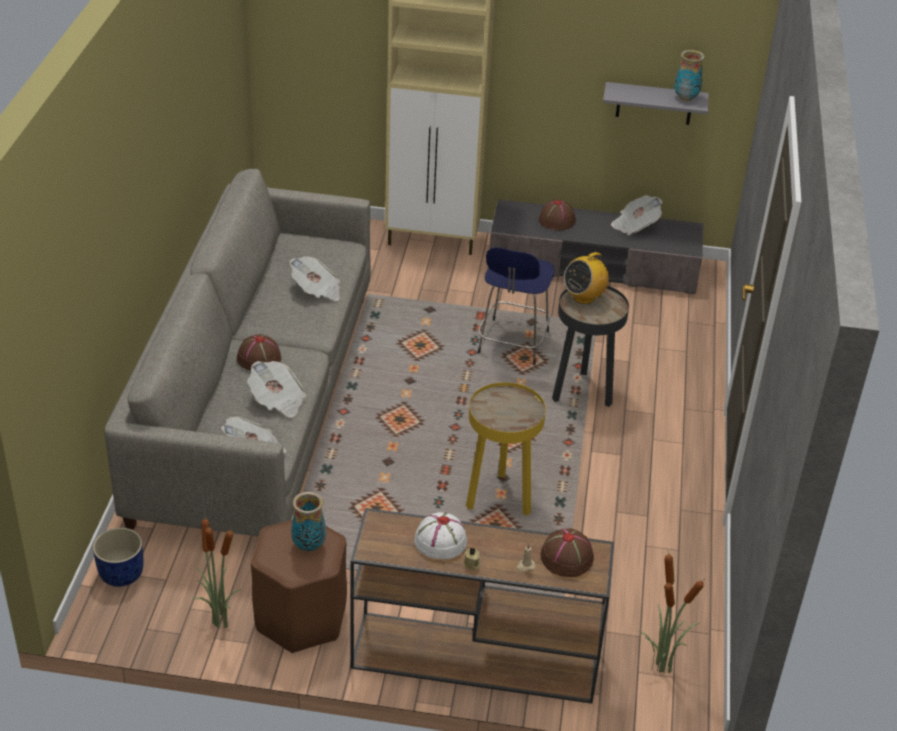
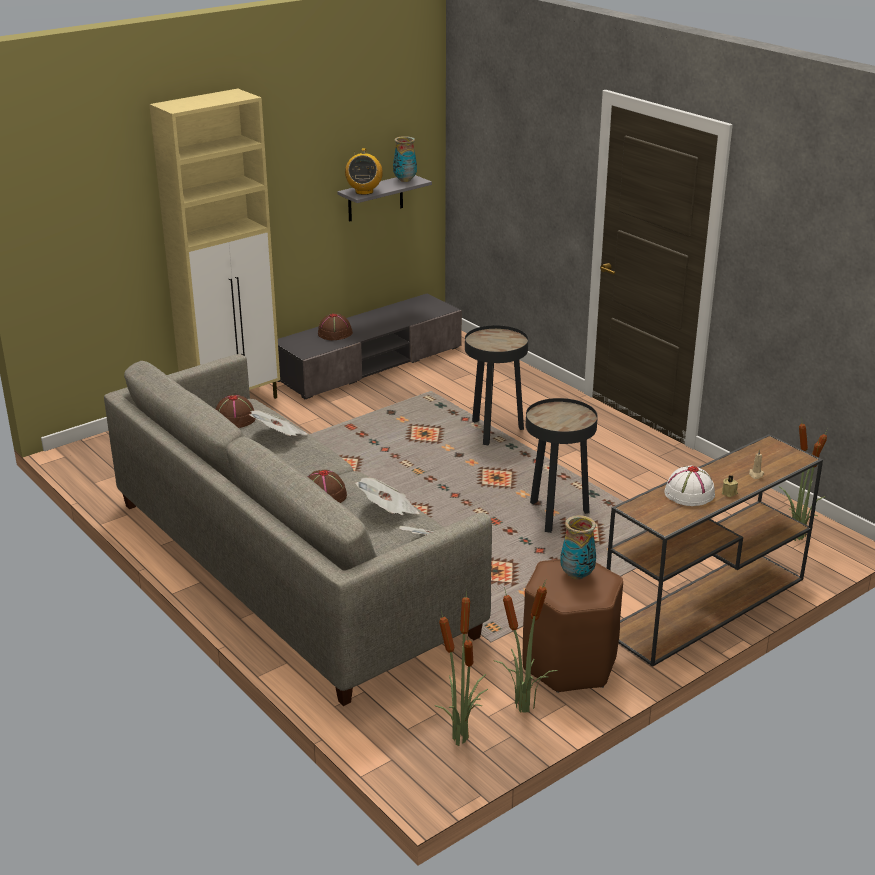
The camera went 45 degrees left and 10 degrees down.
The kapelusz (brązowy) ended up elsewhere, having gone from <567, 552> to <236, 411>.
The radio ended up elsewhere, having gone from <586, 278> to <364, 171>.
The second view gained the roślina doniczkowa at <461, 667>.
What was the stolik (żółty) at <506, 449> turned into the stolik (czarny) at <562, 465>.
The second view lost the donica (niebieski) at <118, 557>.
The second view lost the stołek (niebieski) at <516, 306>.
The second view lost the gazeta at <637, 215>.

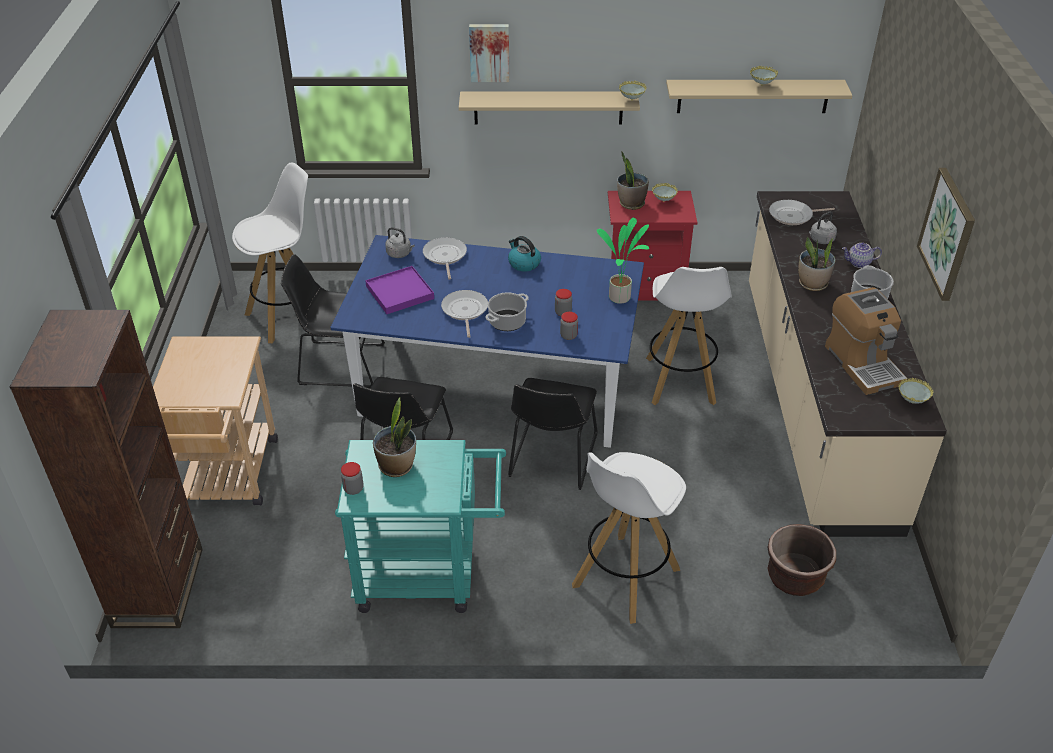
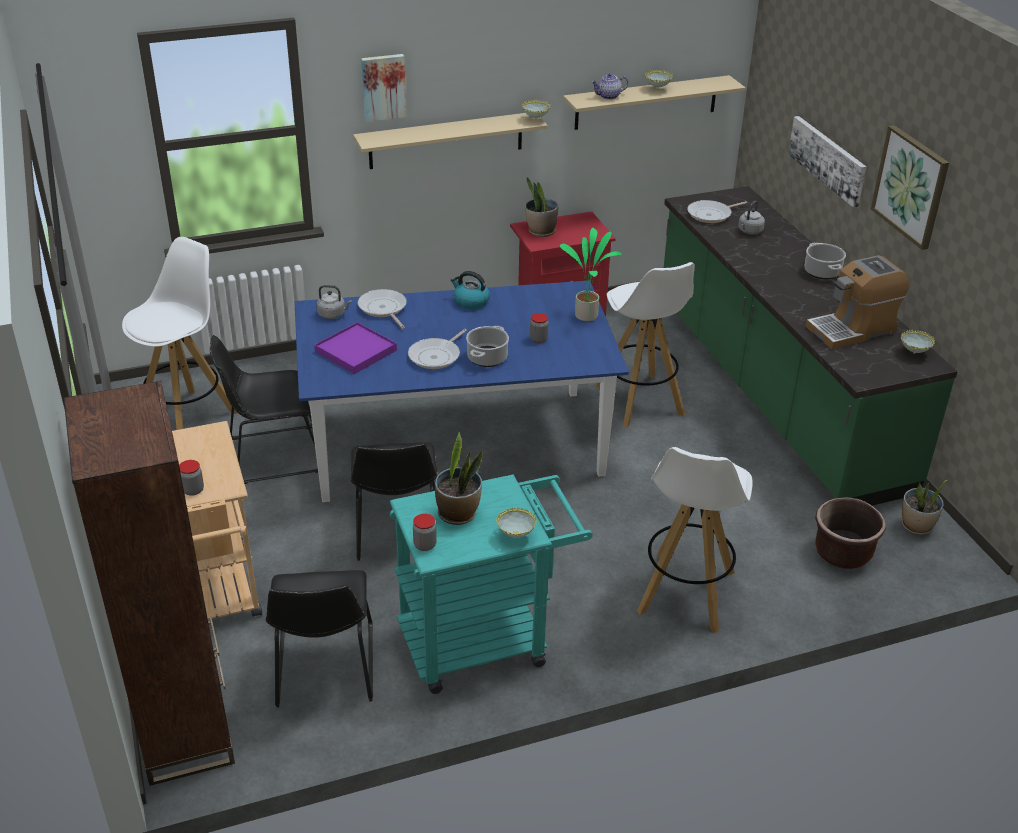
The camera went 20 degrees left and 5 degrees down.
The słoik ended up elsewhere, having gone from <569, 326> to <191, 478>.
The krzesło (czarny) ended up elsewhere, having gone from <553, 434> to <319, 638>.
The patelnia at <464, 314> ended up facing another way, 120 degrees counterclockwise from before.
The miska ended up elsewhere, having gone from <665, 192> to <516, 522>.
The imbryk ended up elsewhere, having gone from <862, 255> to <609, 86>.
What was the zabudowa kuchenna (beżowy) at <848, 364> turned into the zabudowa kuchenna (zielony) at <811, 345>.
The second view gained the obraz at <827, 162>.
The ekspres do kawy at <866, 341> ended up facing another way, 105 degrees clockwise from before.
The roślina doniczkowa ended up elsewhere, having gone from <816, 264> to <925, 507>.

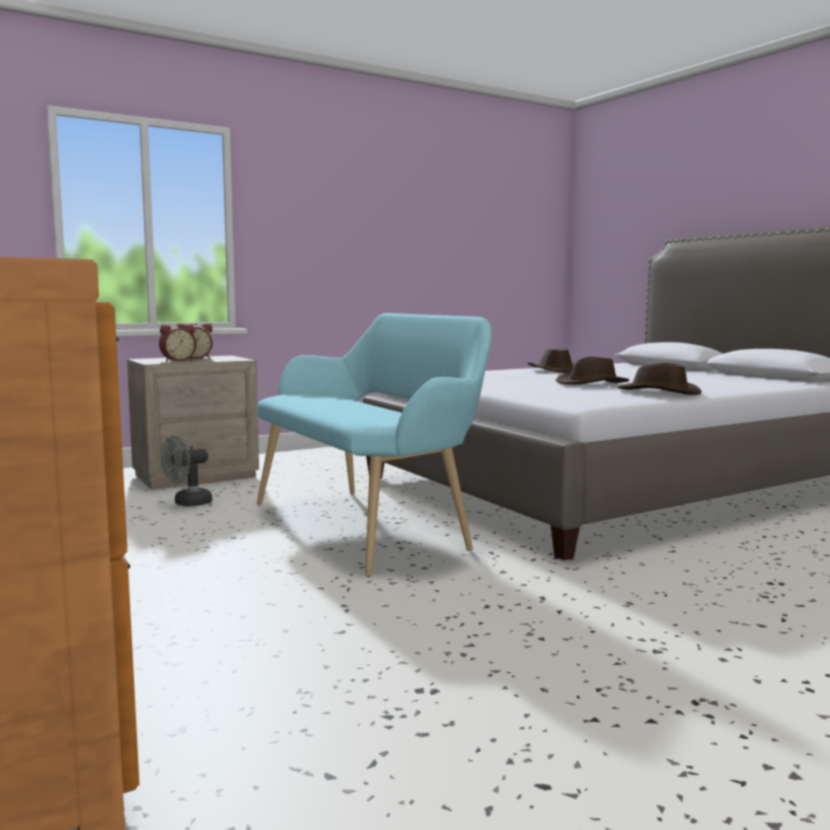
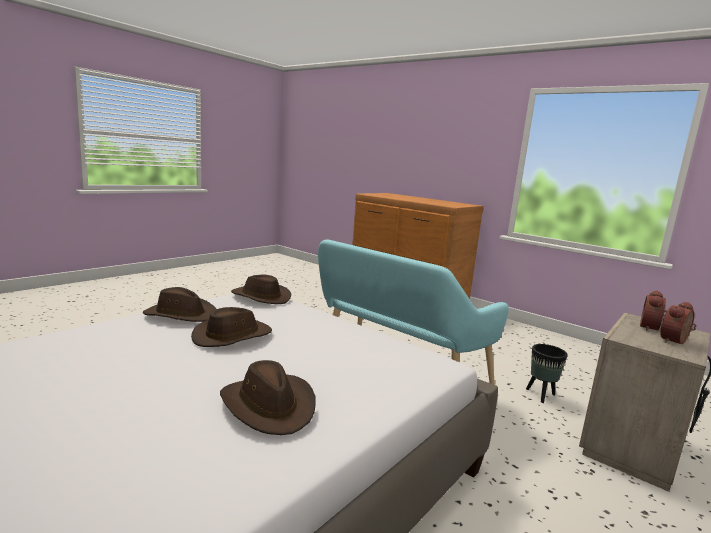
The camera went 160 degrees right and 5 degrees up.
The second view gained the kapelusz (brązowy) at <261, 289>.
Where the wentylator (szary) stood at <186, 471>, the donica (czarny) came to stand at <547, 373>.

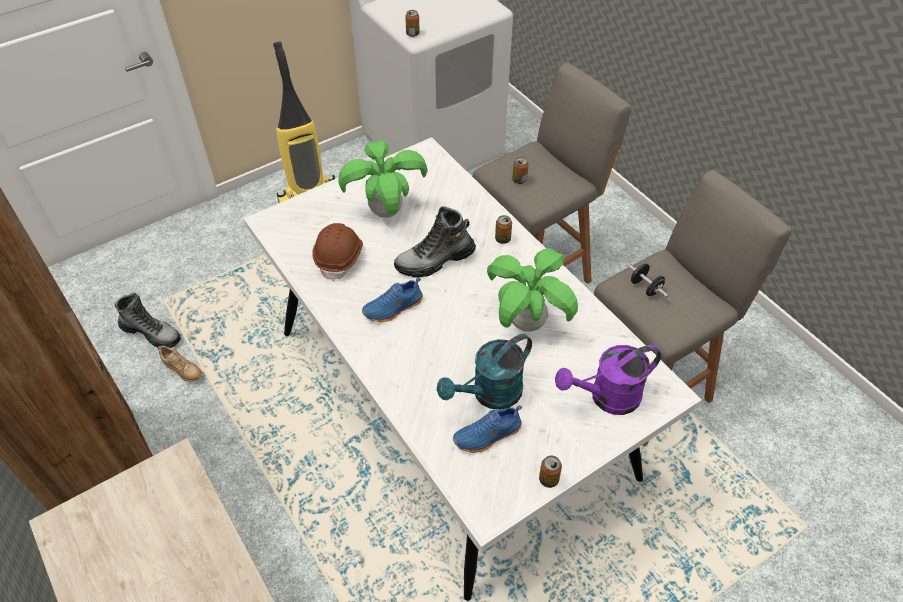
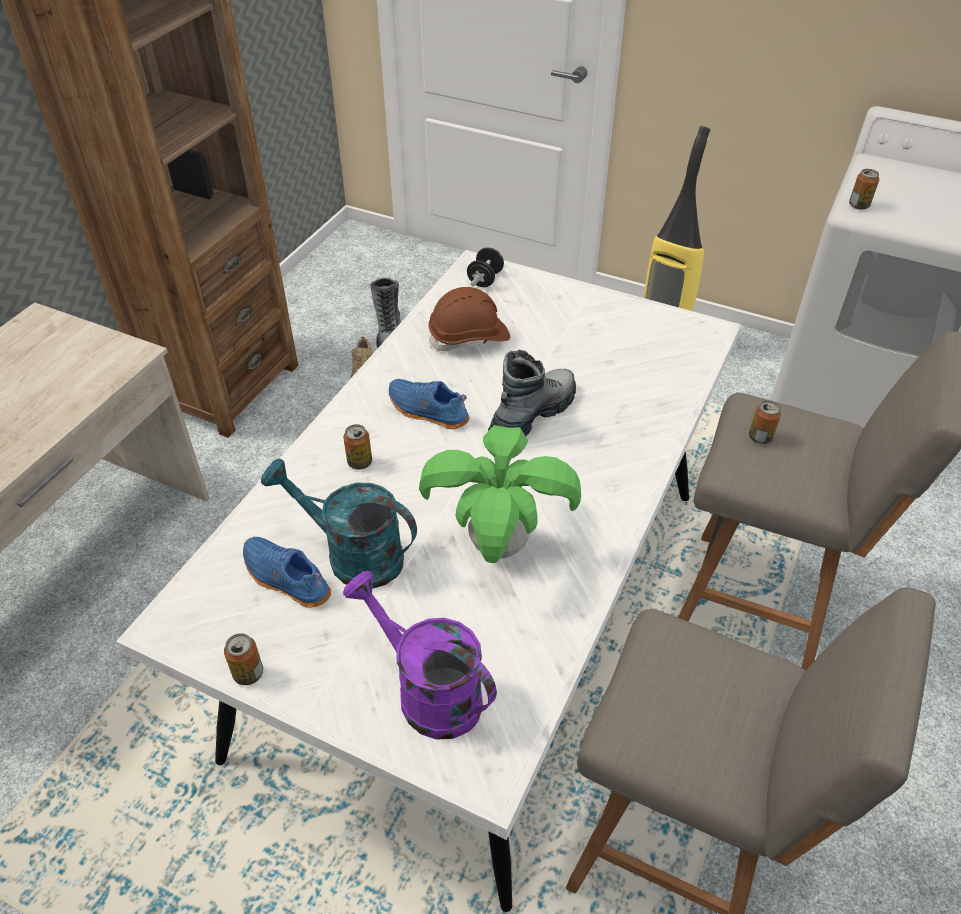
The camera went 60 degrees right and 5 degrees down.
The puszka ended up elsewhere, having gone from <503, 229> to <357, 447>.
The hantel (czarny) ended up elsewhere, having gone from <648, 280> to <485, 267>.
The but z cholewką at <435, 242> ended up facing another way, 90 degrees clockwise from before.
The second view lost the roślina doniczkowa at <383, 179>.

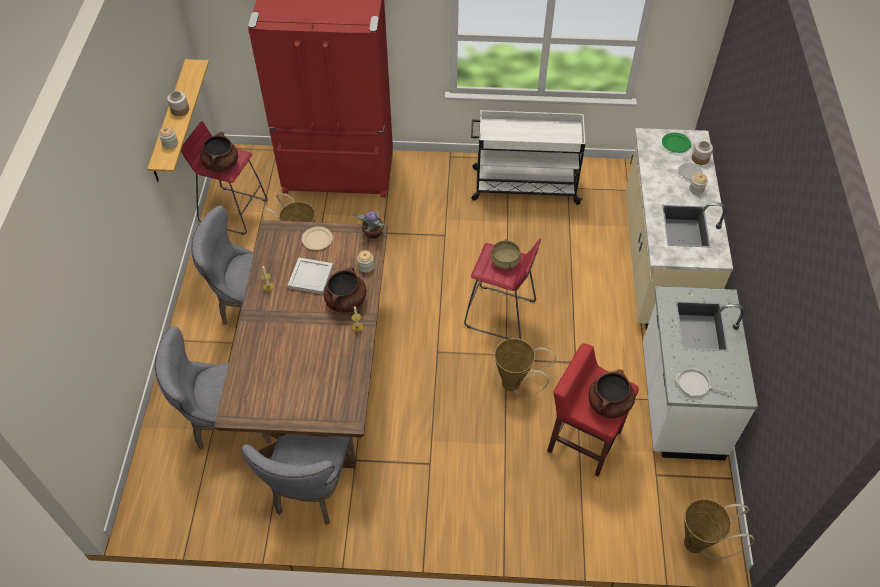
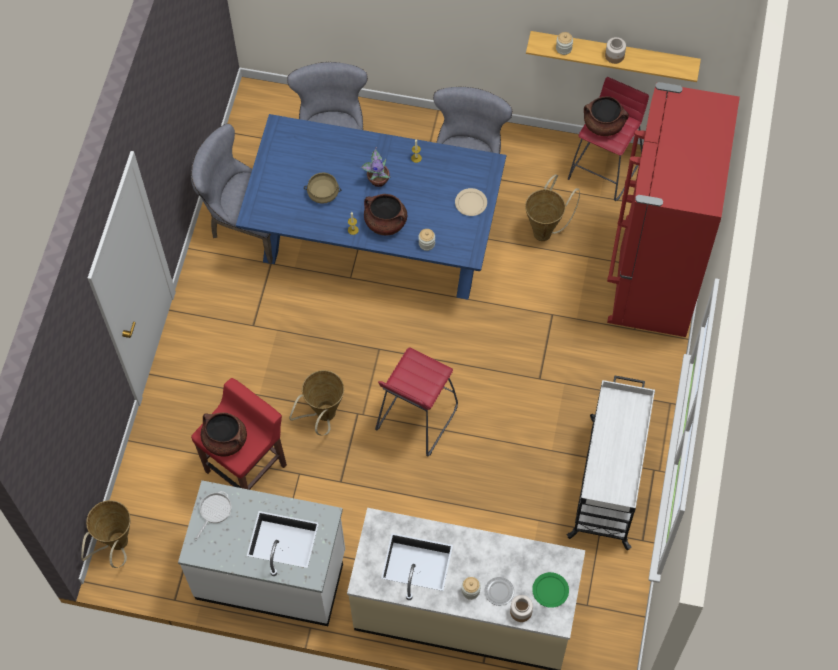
The camera went 100 degrees right and 10 degrees up.
What was the stół jadalny (brązowy) at <301, 344> turned into the stół jadalny (niebieski) at <371, 207>.
The garnek (beżowy) ended up elsewhere, having gone from <505, 254> to <322, 188>.
The roślina doniczkowa ended up elsewhere, having gone from <369, 224> to <375, 167>.
The second view lost the taca (biały) at <310, 275>.

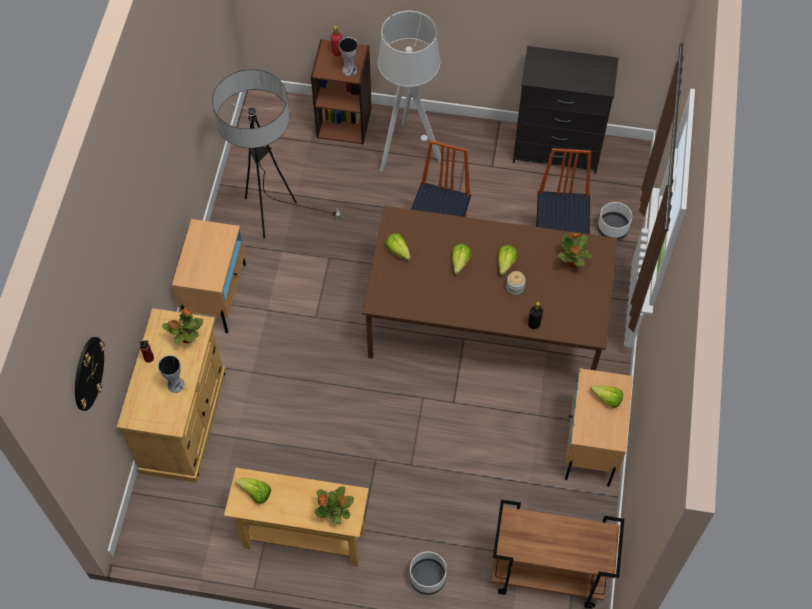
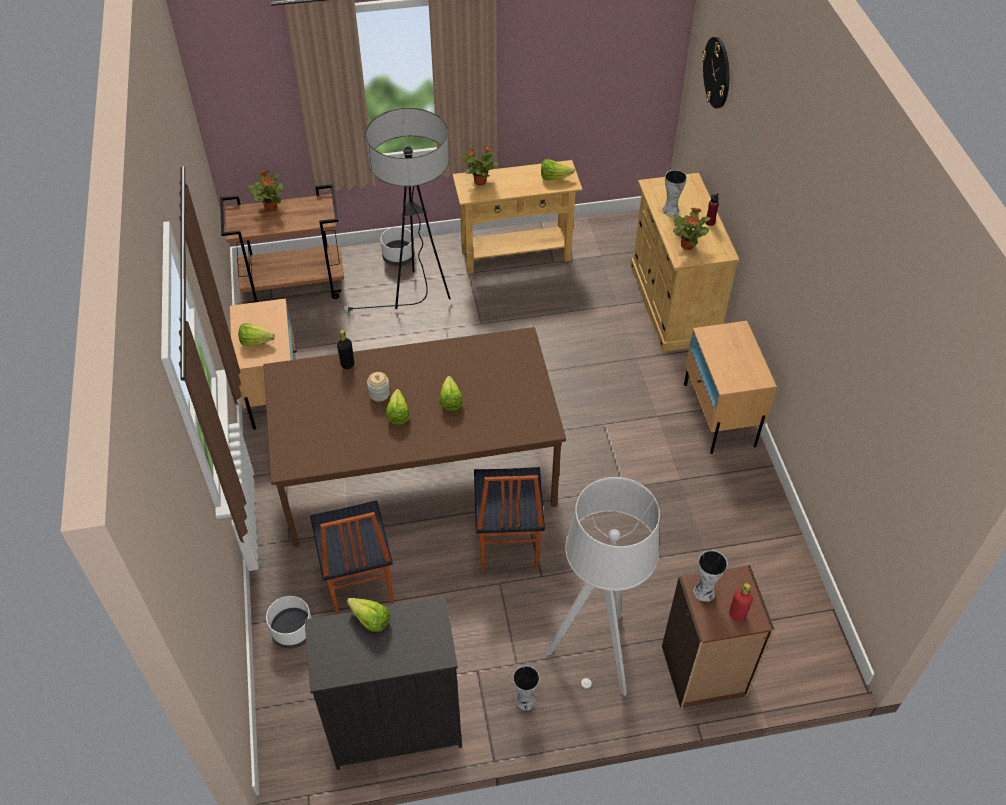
The camera went 160 degrees right and 10 degrees down.
The roślina doniczkowa ended up elsewhere, having gone from <575, 249> to <265, 190>.
The lampa stojąca ended up elsewhere, having gone from <277, 153> to <396, 212>.
The sałata ended up elsewhere, having gone from <398, 247> to <368, 615>.
The second view gained the wazon at <526, 688>.

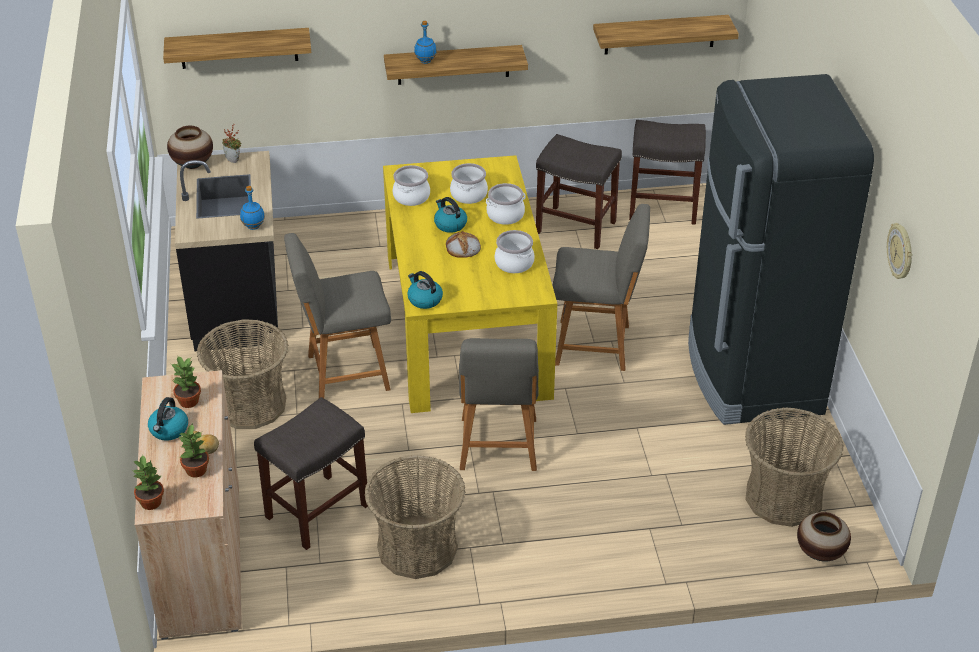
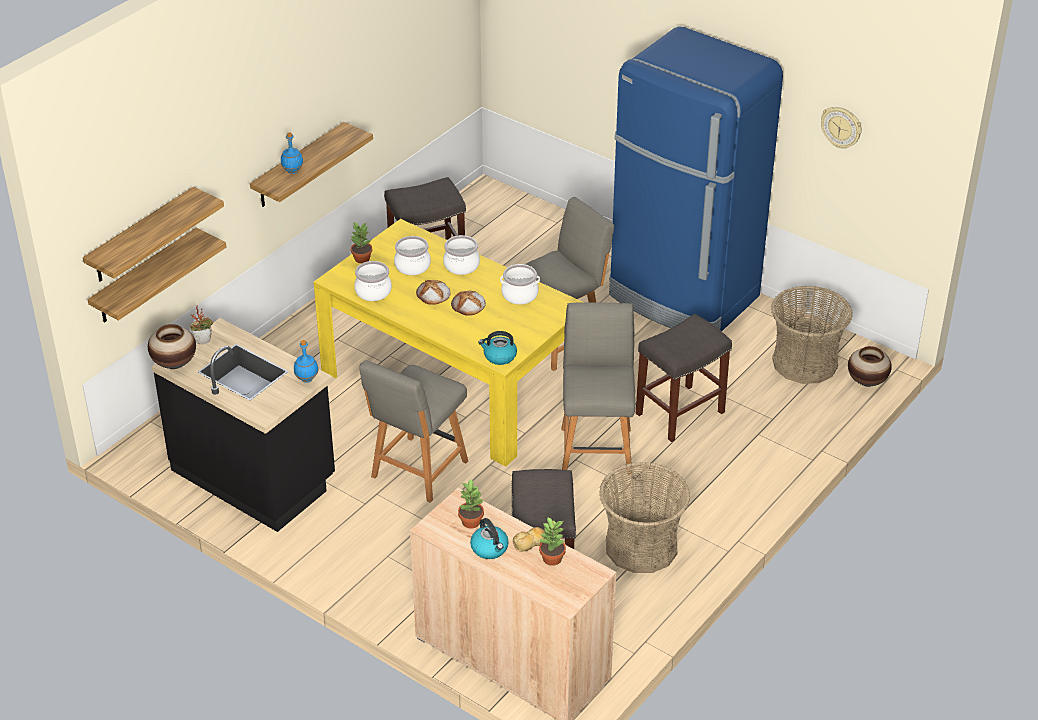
The camera went 45 degrees left and 0 degrees up.
The półka ended up elsewhere, having gone from <666, 35> to <156, 275>.
The roślina doniczkowa ended up elsewhere, having gone from <148, 482> to <361, 242>.
Where the czajnik stood at <450, 215>, the chleb came to stand at <433, 292>.
The krzesło (szary) at <499, 404> ended up facing another way, 135 degrees counterclockwise from before.
What was the lodówka (czarny) at <781, 249> turned into the lodówka (niebieski) at <696, 178>.
The stołek (szary) ended up elsewhere, having gone from <667, 172> to <684, 378>.
The second view lost the koszyk at <242, 374>.

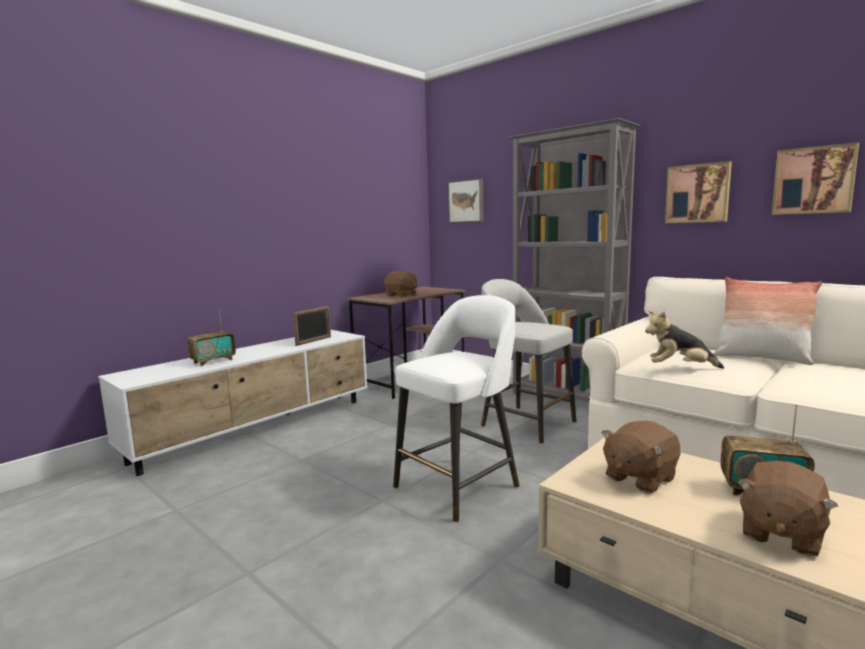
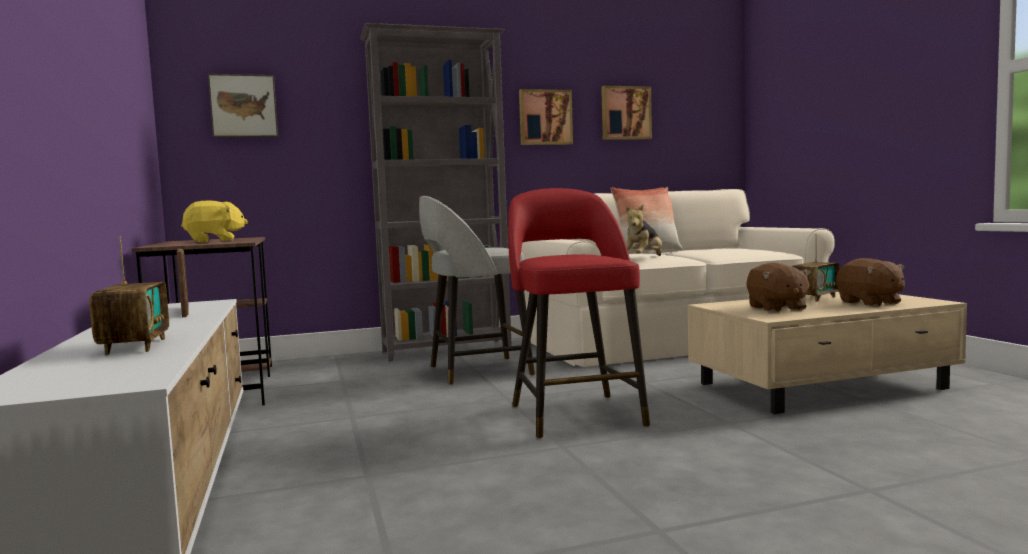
The camera went 60 degrees left and 5 degrees down.
What was the pluszak (brązowy) at <401, 284> turned into the pluszak (żółty) at <214, 221>.
What was the stołek (biały) at <456, 408> turned into the stołek (czerwony) at <579, 313>.

